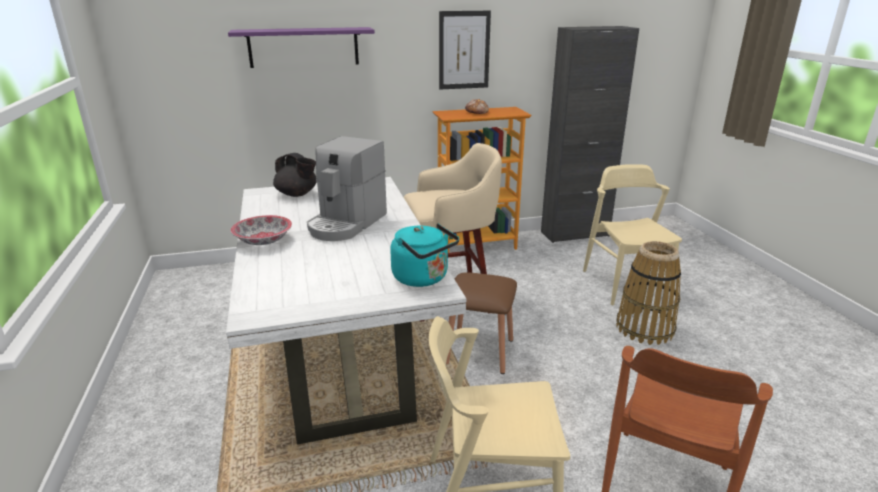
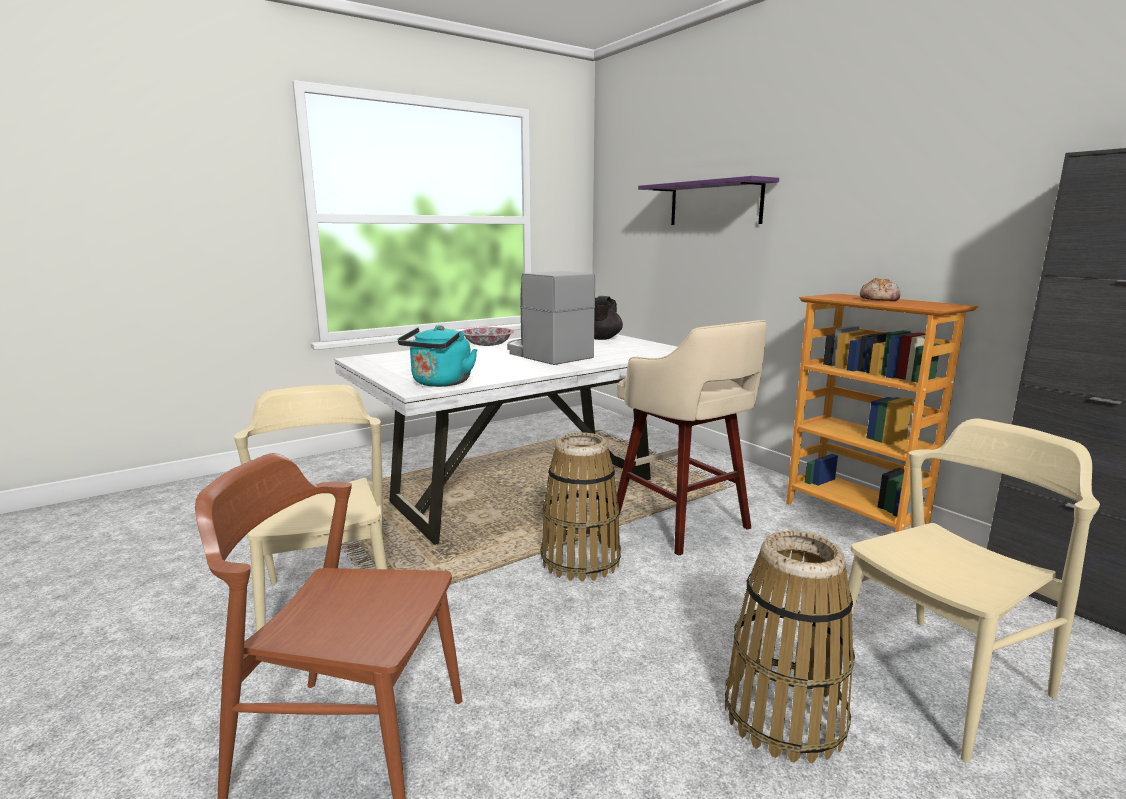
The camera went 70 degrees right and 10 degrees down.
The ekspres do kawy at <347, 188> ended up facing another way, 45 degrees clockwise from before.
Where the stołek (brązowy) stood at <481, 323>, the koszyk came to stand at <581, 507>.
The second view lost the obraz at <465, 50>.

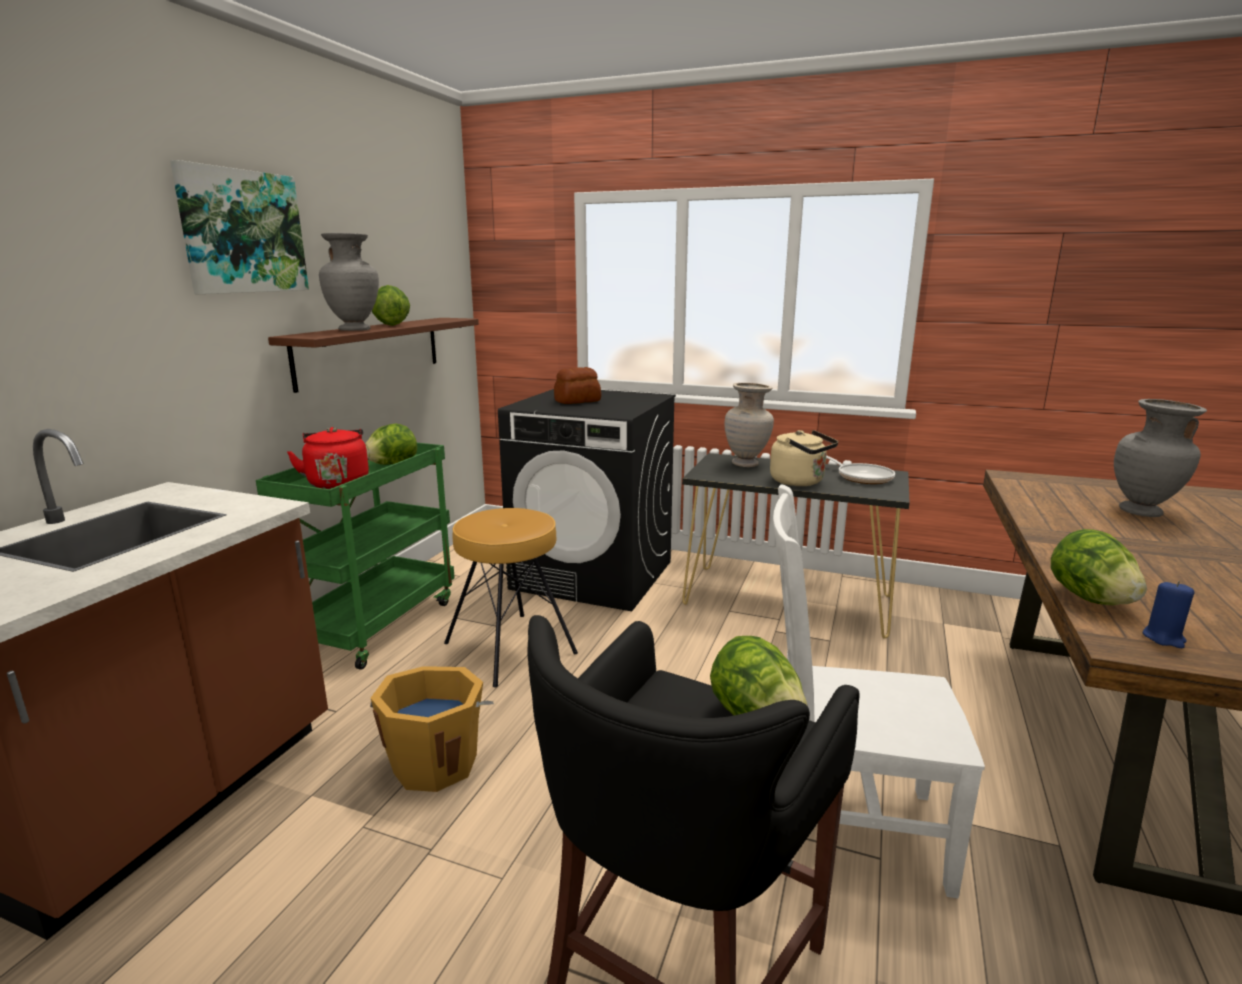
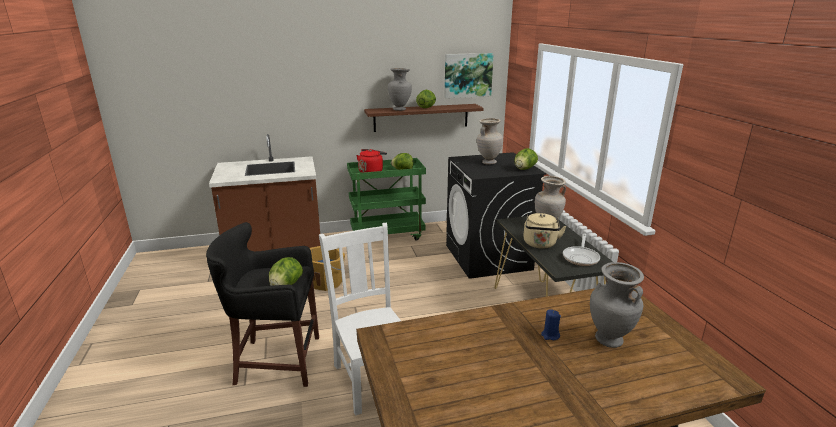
The camera went 55 degrees right and 5 degrees up.
The obraz ended up elsewhere, having gone from <239, 227> to <469, 75>.
Where the chleb stood at <577, 385>, the wazon (beżowy) came to stand at <490, 141>.
The sałata ended up elsewhere, having gone from <1099, 567> to <526, 159>.
The świeca (niebieski) ended up elsewhere, having gone from <1168, 614> to <551, 324>.
The second view lost the stołek (brązowy) at <511, 597>.

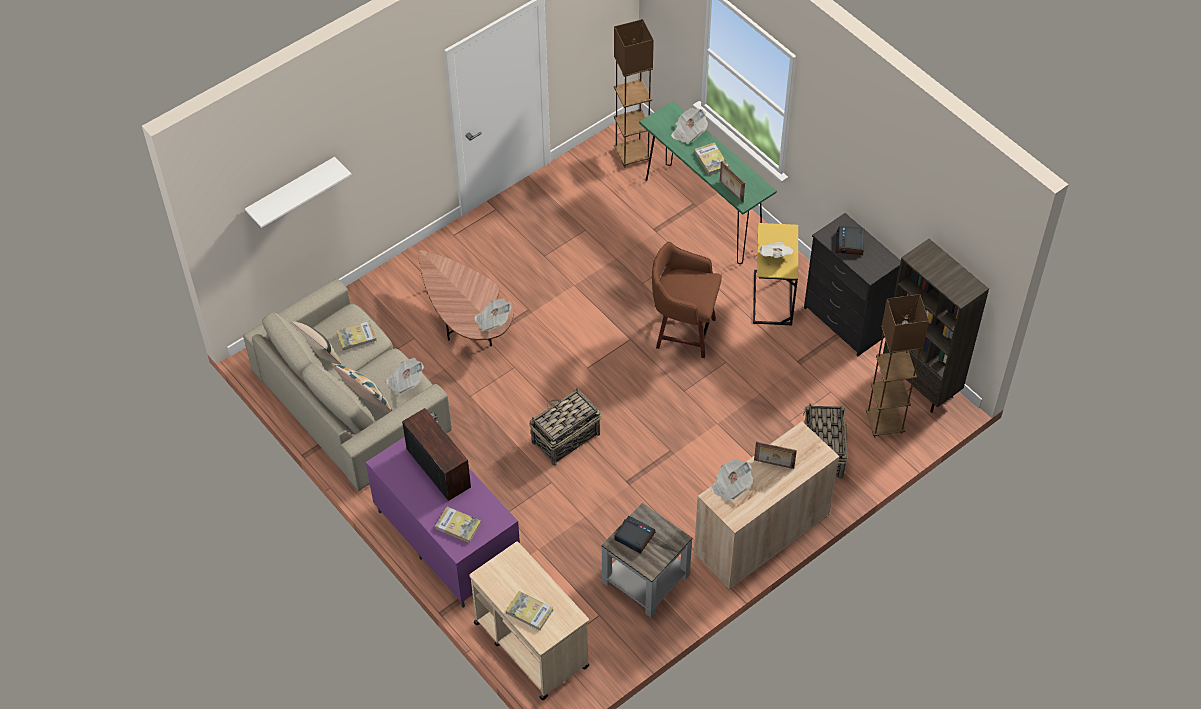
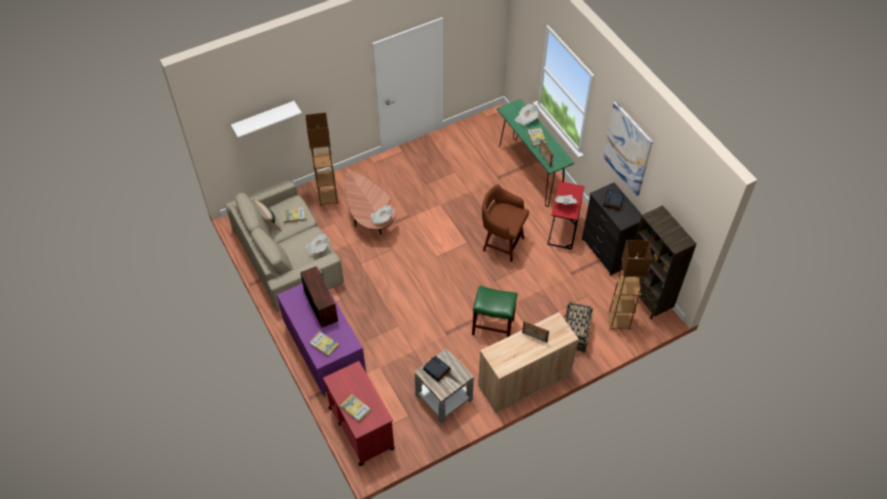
The camera went 10 degrees right and 0 degrees up.
The lampa stojąca (brązowy) ended up elsewhere, having gone from <634, 93> to <322, 159>.
What was the wózek (beżowy) at <529, 620> turned into the wózek (czerwony) at <359, 413>.
The second view gained the stołek (zielony) at <495, 311>.
What was the stolik (żółty) at <775, 274> turned into the stolik (czerwony) at <566, 215>.
The second view gained the obraz at <628, 149>.
The second view lost the poduszka at <361, 387>.
The second view lost the koszyk at <565, 426>.
The second view lost the gazeta at <731, 480>.

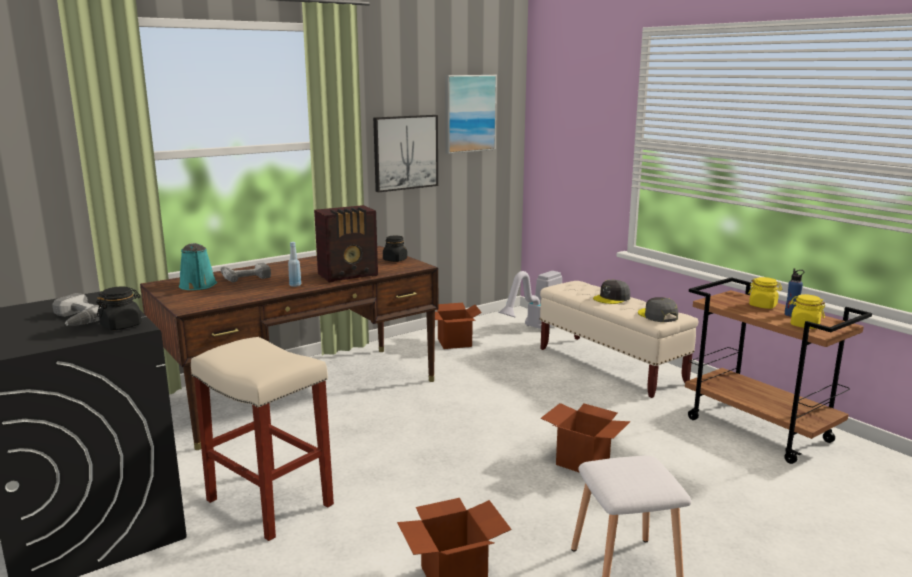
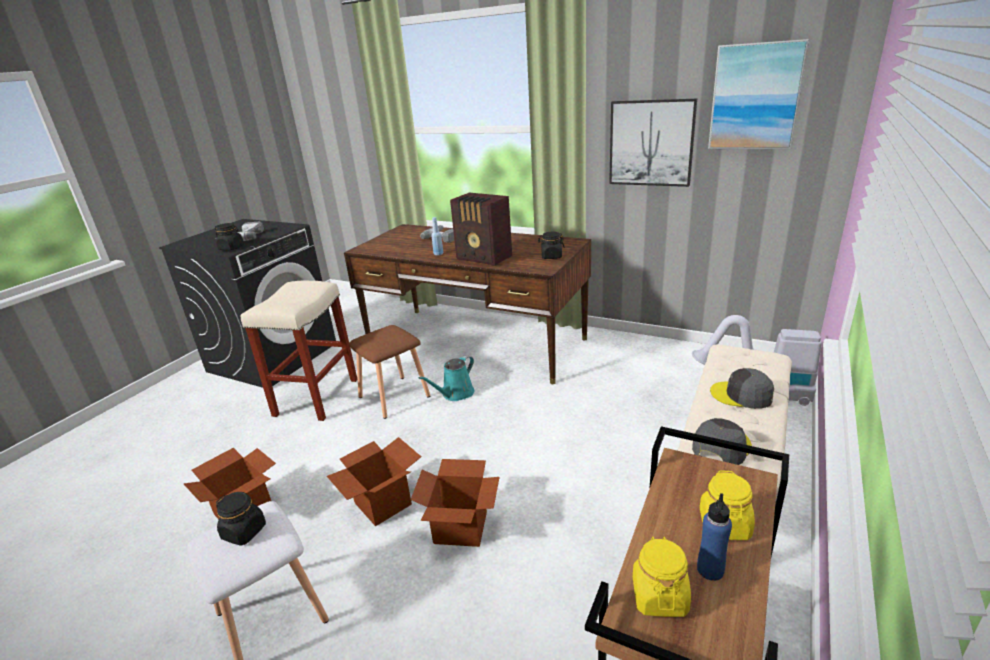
The camera went 65 degrees right and 10 degrees up.
The second view gained the słoik (czarny) at <241, 519>.
The karton ended up elsewhere, having gone from <458, 326> to <374, 482>.
The second view gained the stołek (brązowy) at <389, 372>.
The konewka (turkusowy) ended up elsewhere, having gone from <198, 266> to <447, 378>.

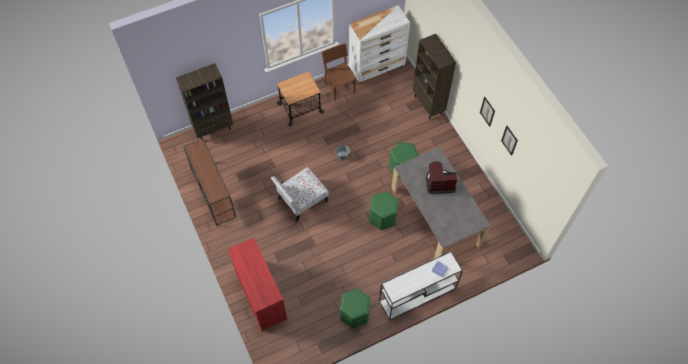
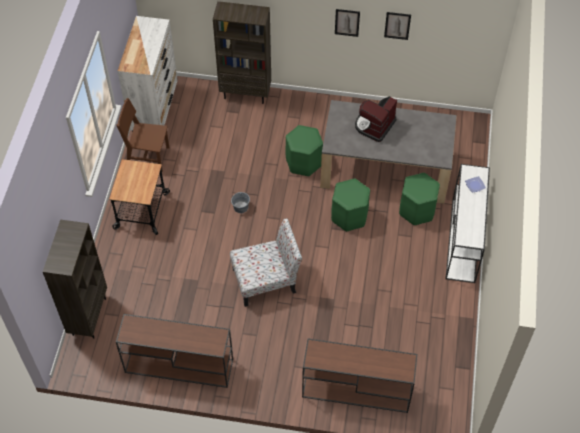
The camera went 55 degrees left and 5 degrees down.
The krzesło at <300, 194> ended up facing another way, 105 degrees counterclockwise from before.
Where the szafka (czerwony) stood at <257, 284>, the stolik konsolowy (brązowy) came to stand at <359, 376>.
The stołek (zielony) ended up elsewhere, having gone from <355, 308> to <419, 199>.

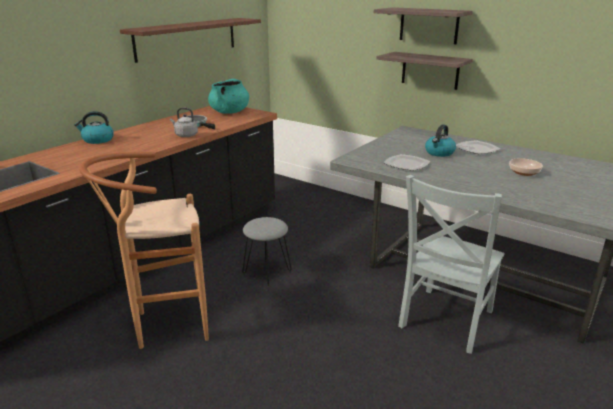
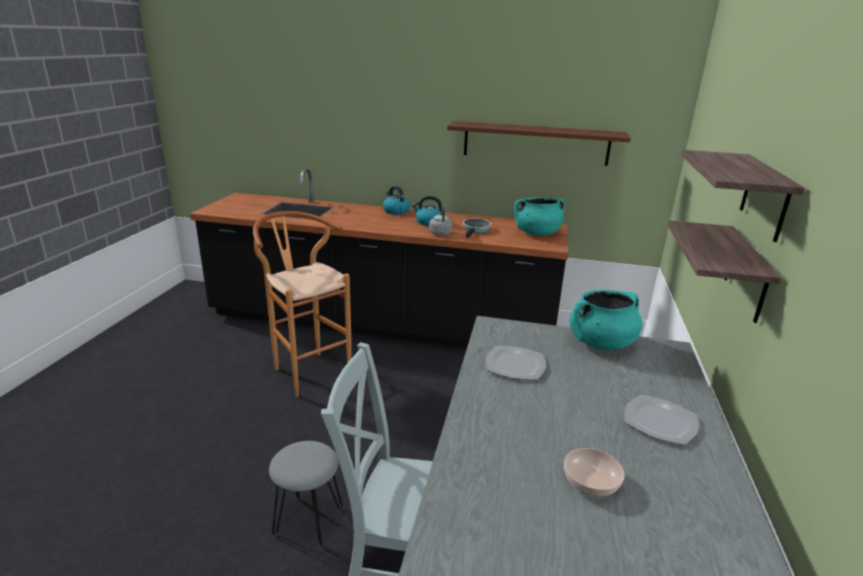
The camera went 65 degrees right and 0 degrees up.
The stołek (szary) ended up elsewhere, having gone from <267, 252> to <306, 495>.
The czajnik ended up elsewhere, having gone from <440, 141> to <427, 211>.
The second view gained the garnek (turkusowy) at <606, 320>.

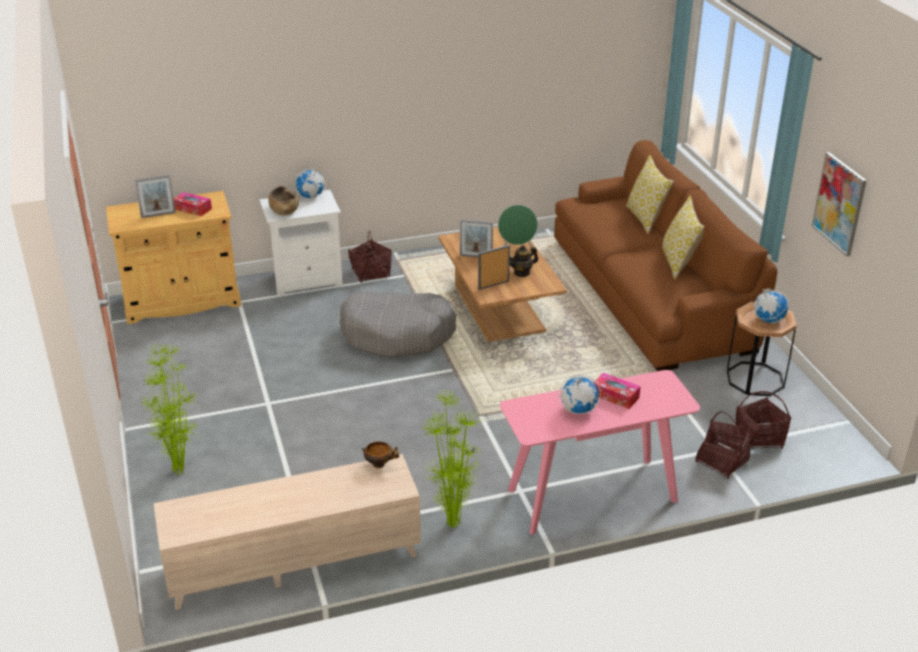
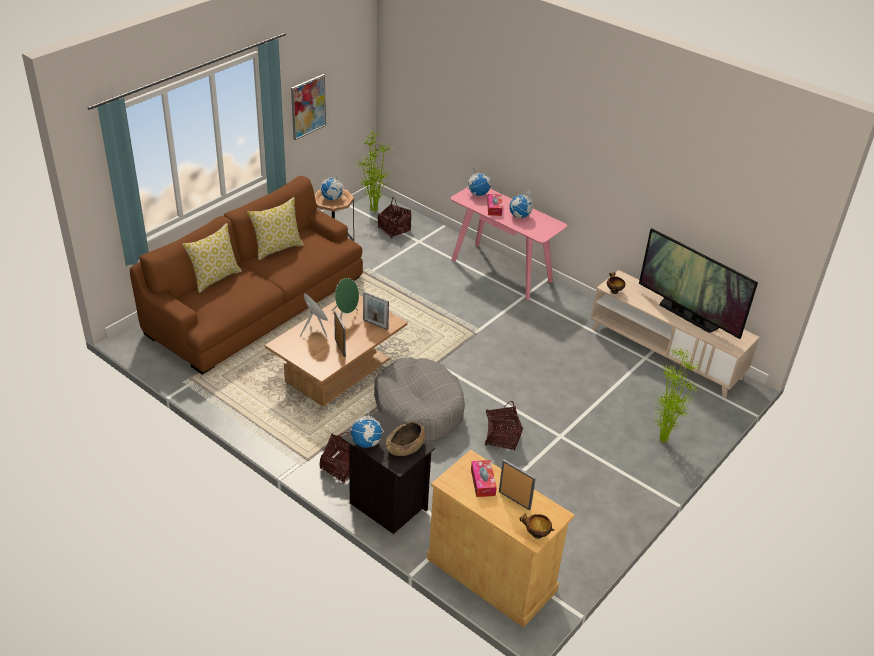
The camera went 125 degrees left and 5 degrees up.
Where the imbryk stood at <524, 261>, the głośnik (zielony) came to stand at <345, 298>.
What was the szafka nocna (biały) at <301, 243> turned into the szafka nocna (czarny) at <388, 472>.
The roślina doniczkowa ended up elsewhere, having gone from <451, 458> to <375, 171>.
The second view gained the globus at <479, 182>.
The koszyk ended up elsewhere, having gone from <722, 445> to <504, 426>.
The second view gained the miska at <537, 526>.
The second view gained the telewizor at <698, 283>.

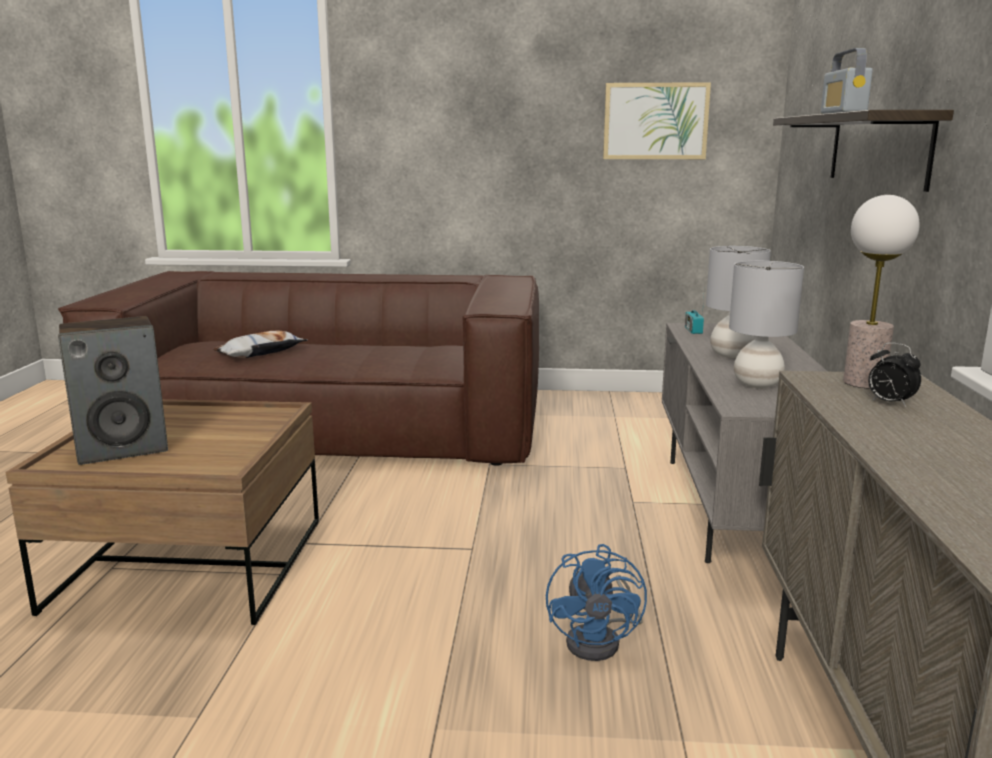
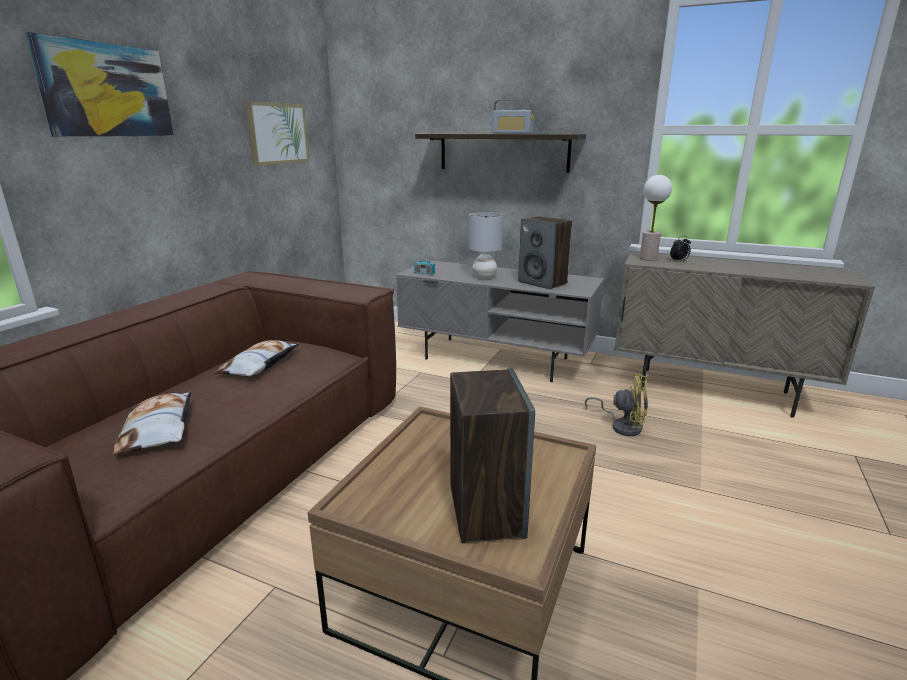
The camera went 70 degrees left and 5 degrees up.
The second view gained the obraz at <99, 84>.
The second view gained the poduszka at <256, 358>.
Where the lampa stołowa (szary) stood at <766, 324>, the głośnik came to stand at <545, 252>.
What was the wentylator (niebieski) at <596, 602> turned into the wentylator (żółty) at <616, 405>.

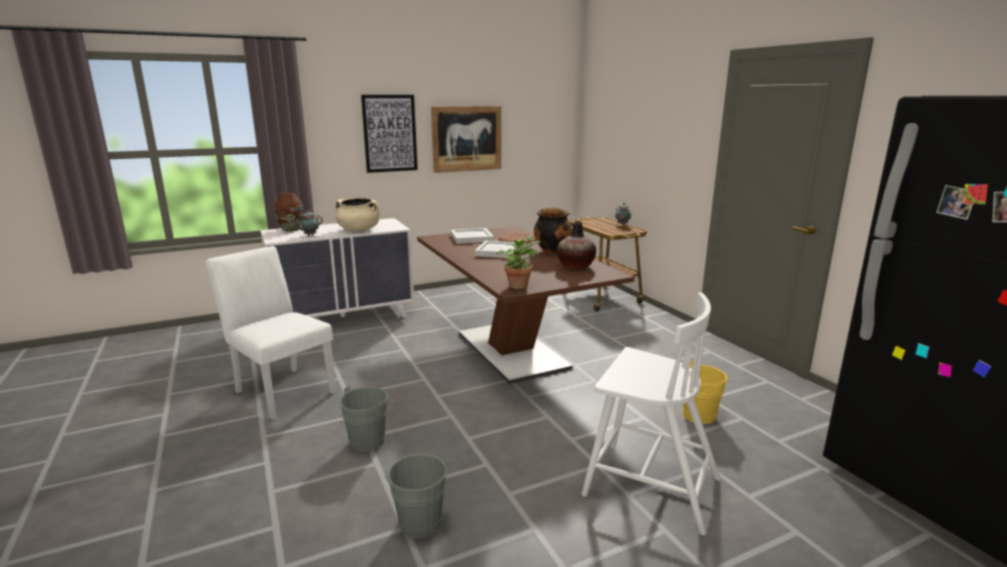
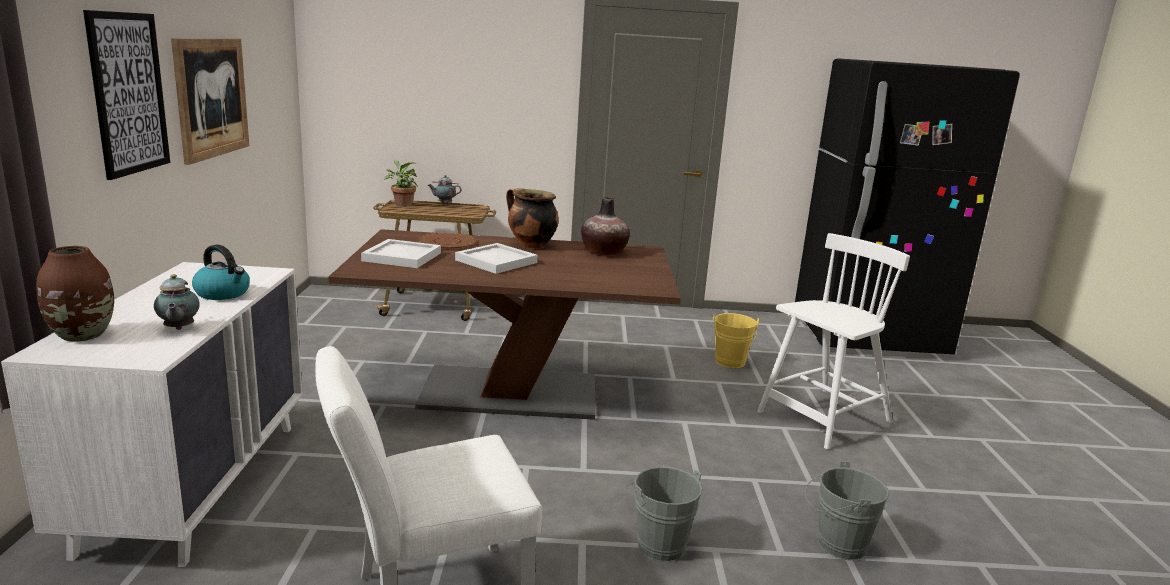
The camera went 65 degrees left and 0 degrees up.
Where the garnek (beżowy) stood at <357, 214>, the czajnik came to stand at <221, 272>.
The roślina doniczkowa ended up elsewhere, having gone from <518, 262> to <400, 183>.

